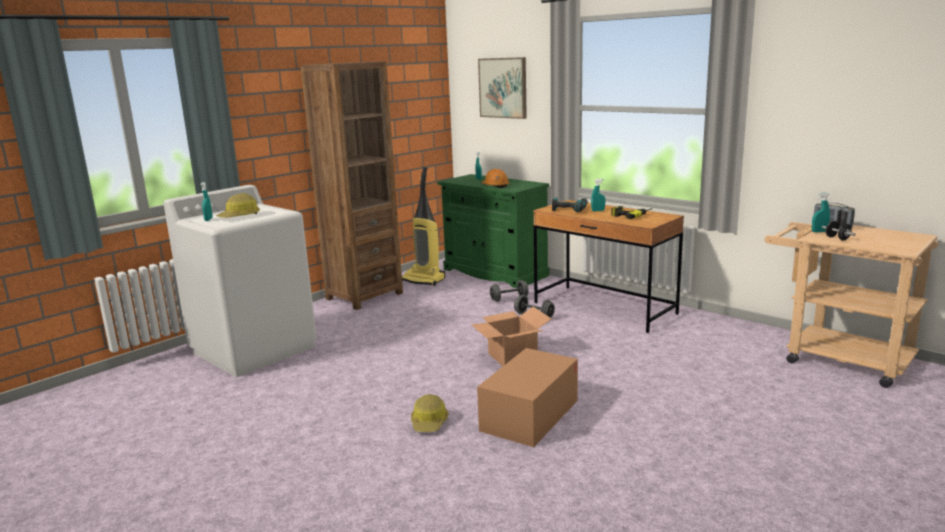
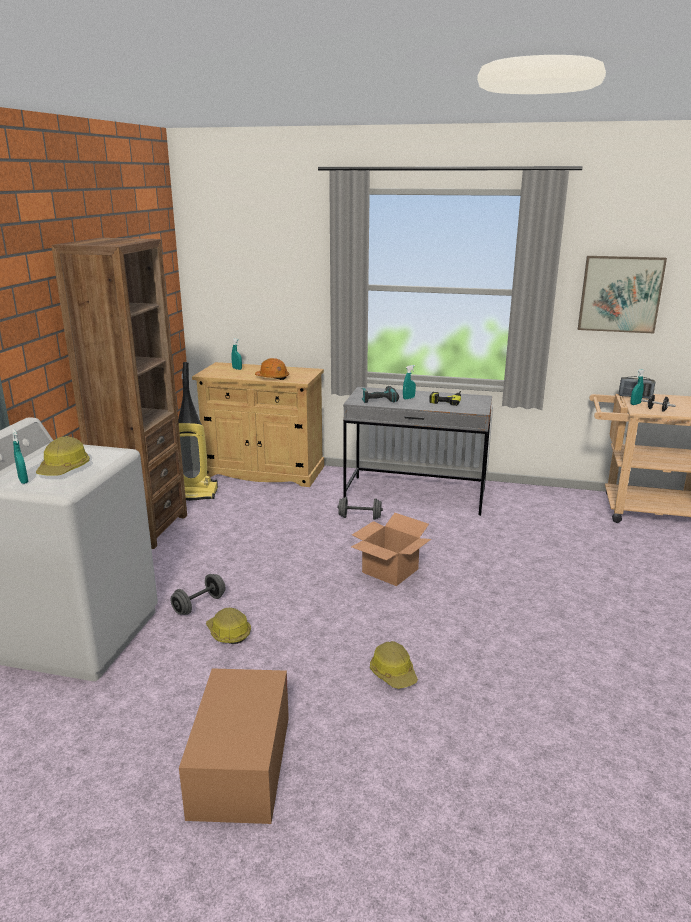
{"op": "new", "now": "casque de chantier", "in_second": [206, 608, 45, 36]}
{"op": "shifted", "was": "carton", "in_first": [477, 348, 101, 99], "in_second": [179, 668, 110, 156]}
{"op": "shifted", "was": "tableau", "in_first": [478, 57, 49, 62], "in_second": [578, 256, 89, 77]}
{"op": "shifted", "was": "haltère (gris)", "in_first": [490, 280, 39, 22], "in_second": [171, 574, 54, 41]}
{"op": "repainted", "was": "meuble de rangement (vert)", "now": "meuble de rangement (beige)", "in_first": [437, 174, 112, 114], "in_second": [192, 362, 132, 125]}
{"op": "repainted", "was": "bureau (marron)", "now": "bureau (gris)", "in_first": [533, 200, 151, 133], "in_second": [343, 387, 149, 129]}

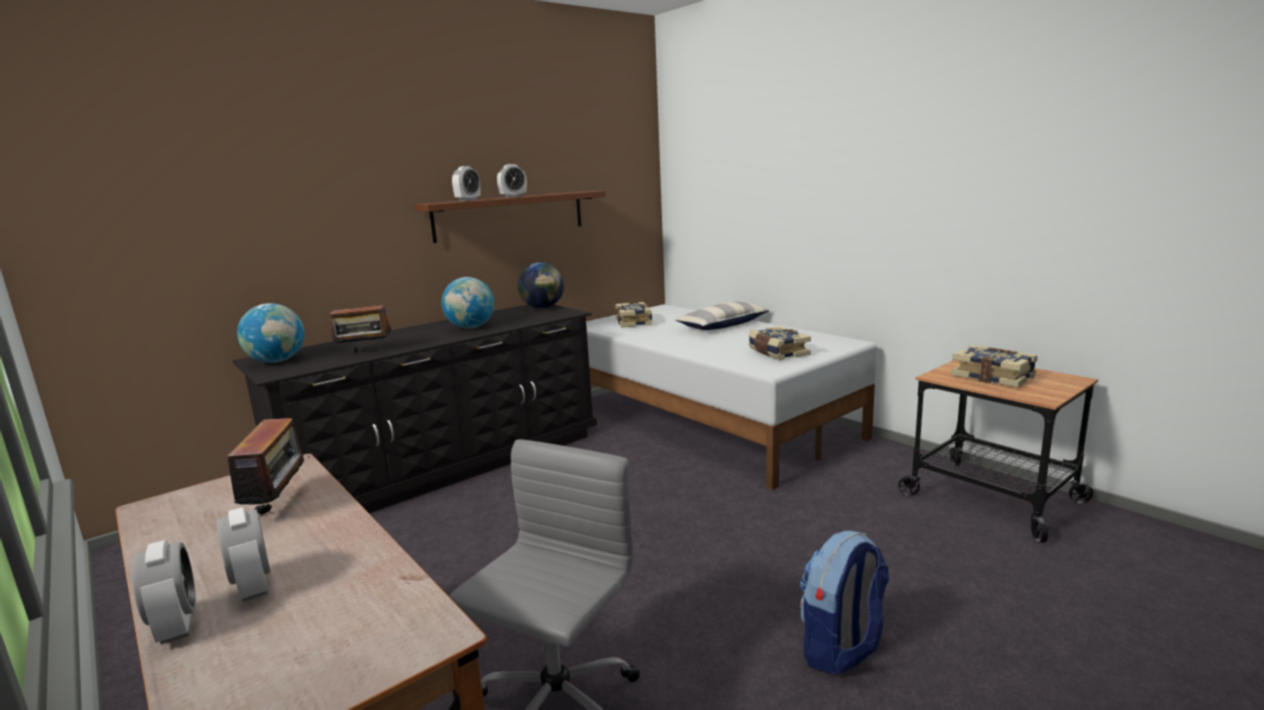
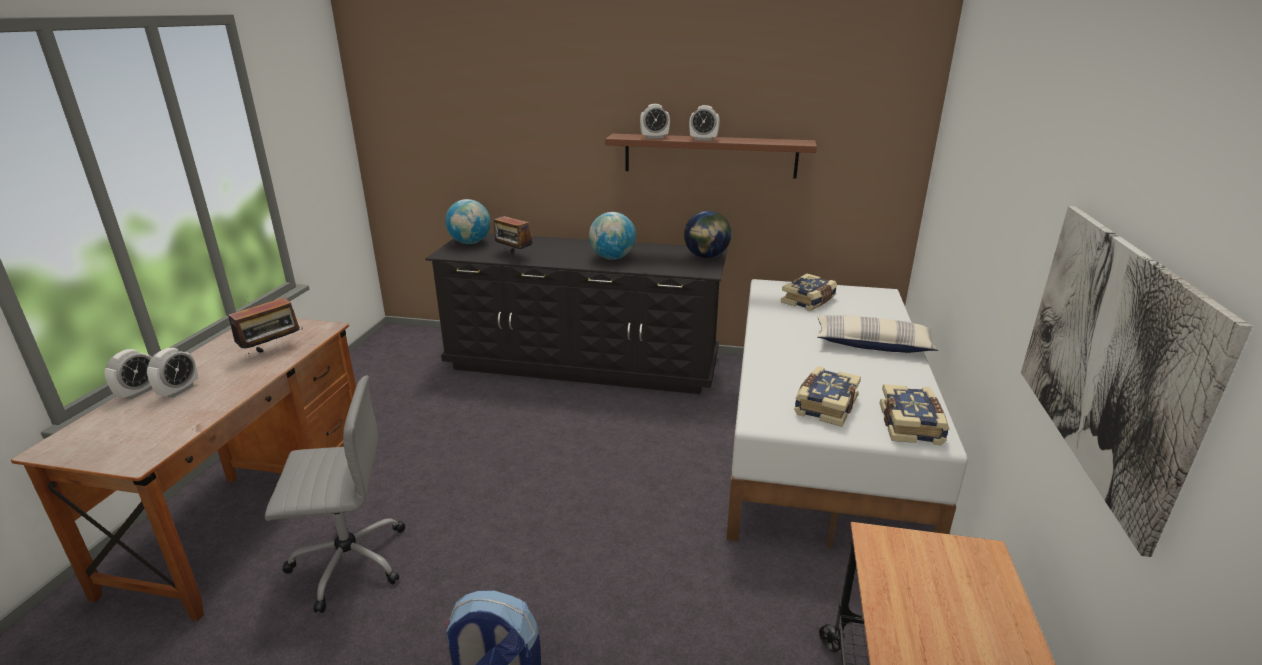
{"op": "new", "now": "tableau", "in_second": [1021, 206, 232, 351]}
{"op": "shifted", "was": "livre", "in_first": [951, 345, 87, 43], "in_second": [879, 384, 71, 61]}

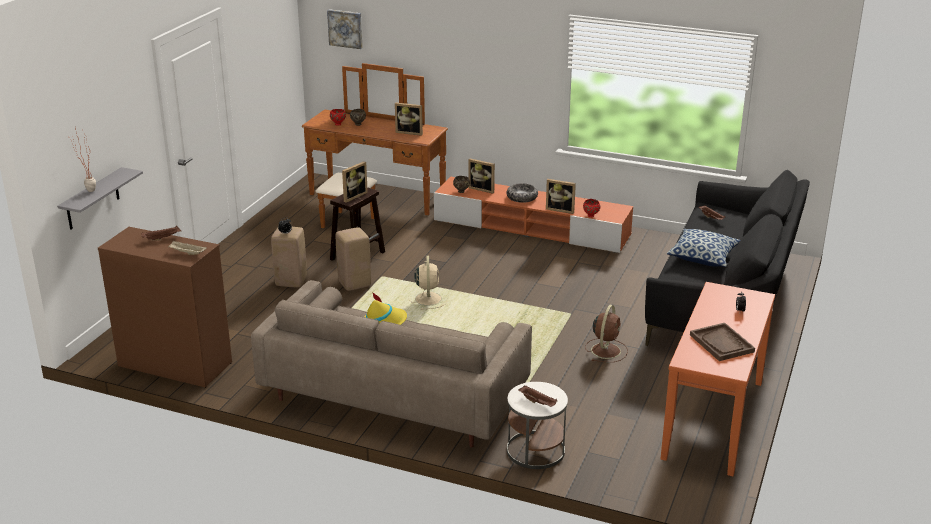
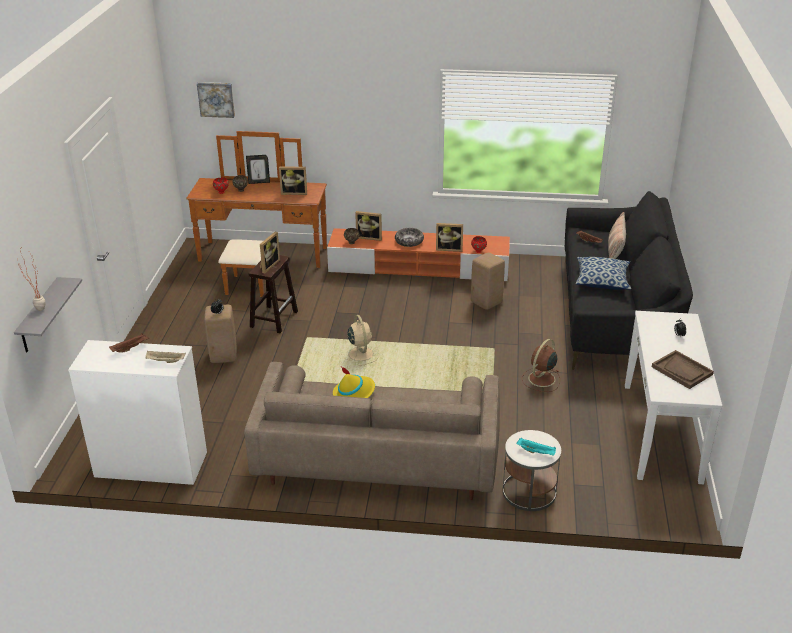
{"op": "new", "now": "cadre photo", "in_second": [246, 155, 24, 29]}
{"op": "new", "now": "coussin", "in_second": [608, 212, 18, 47]}
{"op": "shifted", "was": "tabouret (beige)", "in_first": [336, 227, 35, 64], "in_second": [471, 253, 34, 57]}
{"op": "repainted", "was": "commode (marron)", "now": "commode (blanc)", "in_first": [98, 227, 134, 161], "in_second": [68, 340, 139, 145]}
{"op": "repainted", "was": "plateau (marron)", "now": "plateau (turquoise)", "in_first": [518, 385, 39, 22], "in_second": [516, 438, 40, 18]}
{"op": "repainted", "was": "table console (orange)", "now": "table console (blanc)", "in_first": [660, 282, 115, 194], "in_second": [625, 311, 97, 173]}
{"op": "rotated", "was": "ventilateur (marron)", "in_first": [585, 305, 43, 57], "in_second": [522, 339, 38, 53], "clockwise": -150}

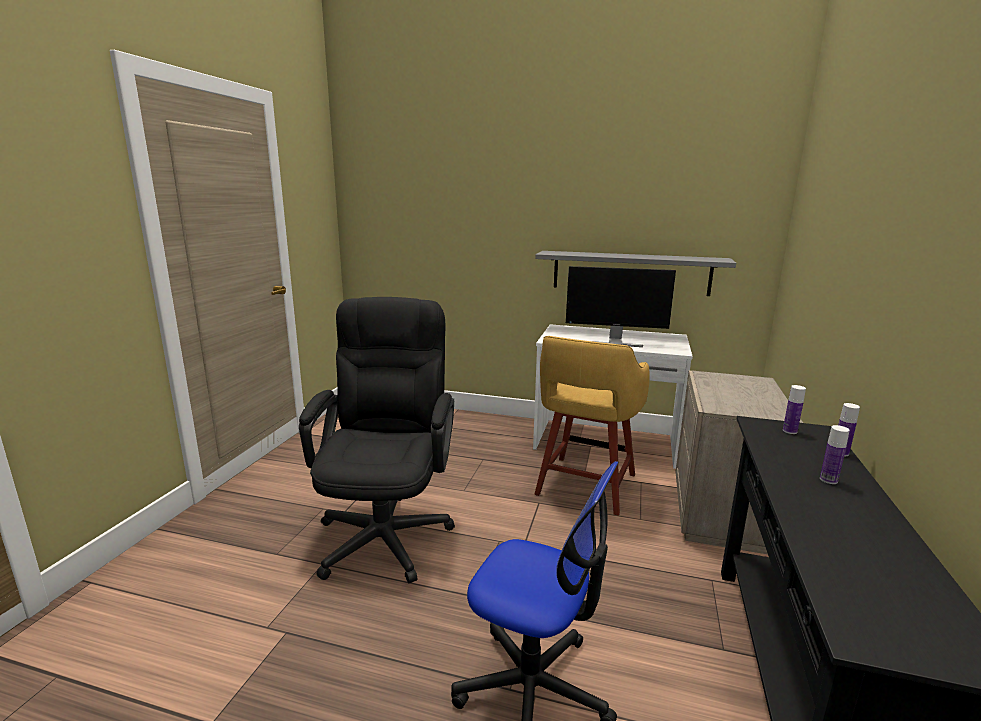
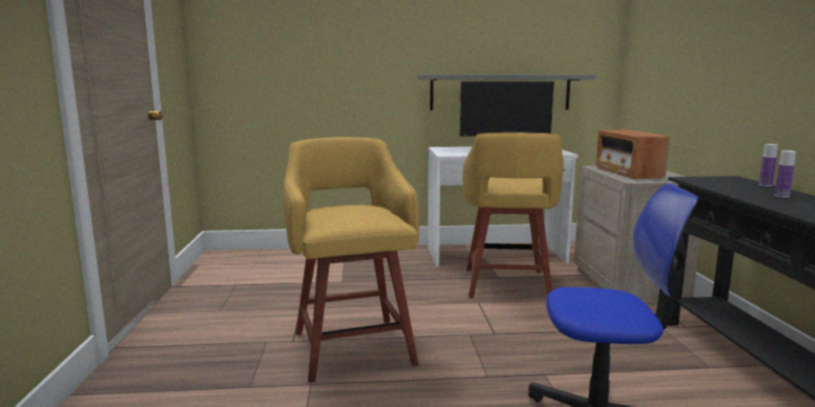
{"op": "gone", "was": "bouteille", "in_first": [783, 385, 23, 49]}
{"op": "new", "now": "radio", "in_second": [596, 130, 74, 49]}
{"op": "swapped", "was": "chaise de bureau (noir)", "now": "tabouret (jaune)", "in_first": [299, 297, 156, 286], "in_second": [283, 137, 136, 246]}

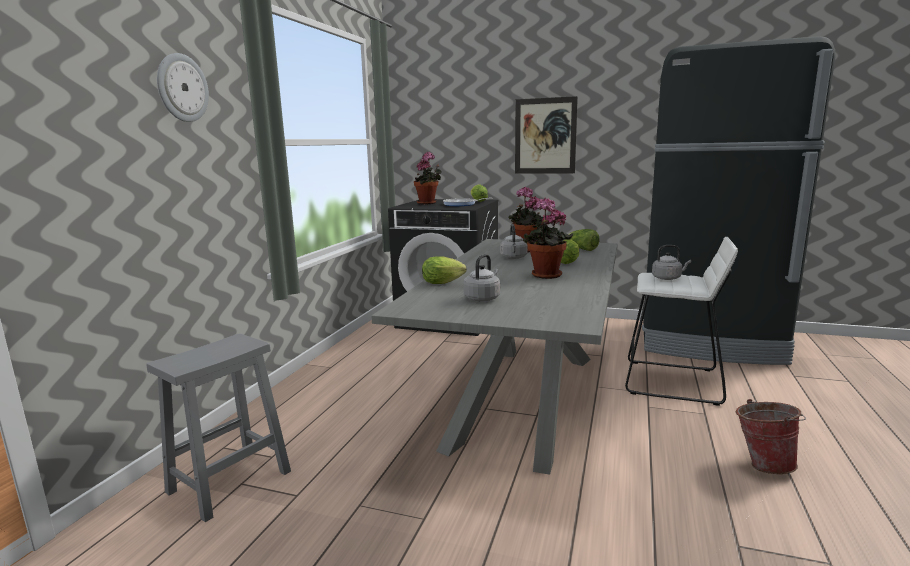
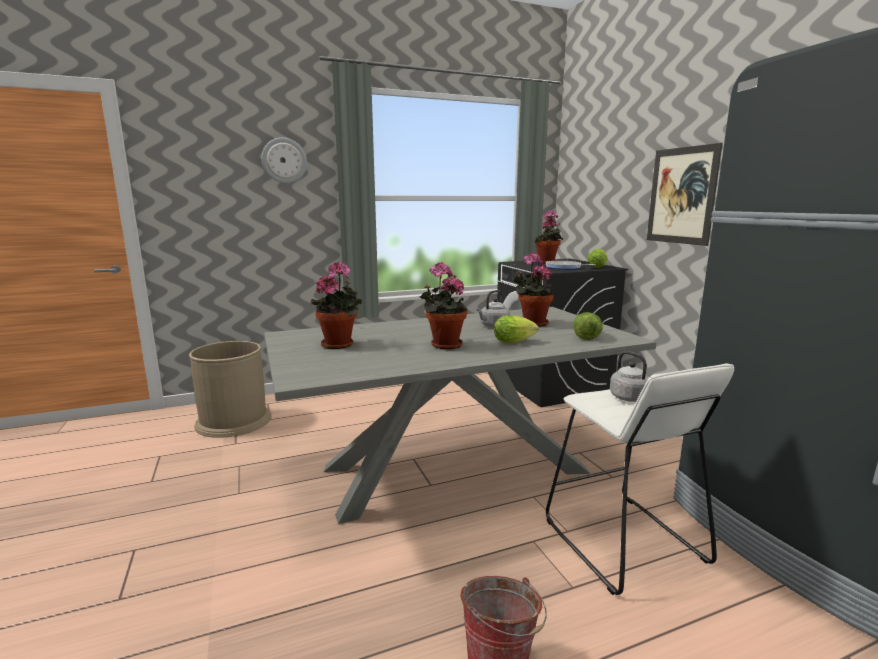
{"op": "gone", "was": "laitue", "in_first": [422, 256, 45, 28]}
{"op": "swapped", "was": "tabouret (gris)", "now": "poubelle (marron)", "in_first": [146, 333, 145, 189], "in_second": [189, 341, 83, 97]}
{"op": "swapped", "was": "bouilloire (gris)", "now": "plante en pot", "in_first": [463, 254, 37, 48], "in_second": [310, 261, 52, 88]}

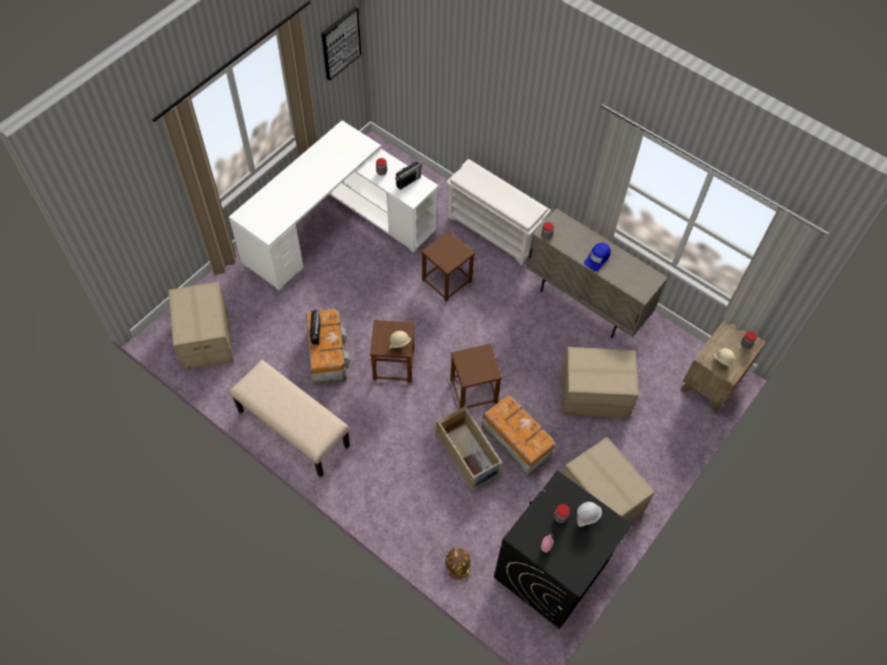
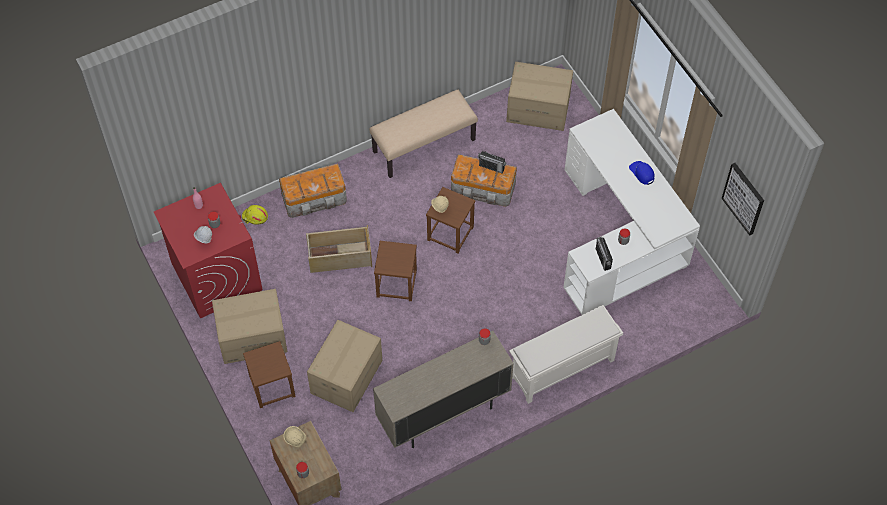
{"op": "shifted", "was": "tabouret (marron)", "in_first": [421, 231, 54, 71], "in_second": [243, 341, 53, 67]}
{"op": "shifted", "was": "boîte de rangement", "in_first": [481, 396, 74, 81], "in_second": [279, 163, 68, 55]}
{"op": "shifted", "was": "casquette (bleu)", "in_first": [584, 243, 27, 28], "in_second": [629, 161, 26, 24]}
{"op": "repainted", "was": "casque de chantier (marron)", "now": "casque de chantier (jaune)", "in_first": [446, 548, 25, 32], "in_second": [242, 205, 26, 20]}
{"op": "repainted", "was": "lave-linge (noir)", "now": "lave-linge (rouge)", "in_first": [494, 470, 139, 159], "in_second": [154, 183, 109, 135]}

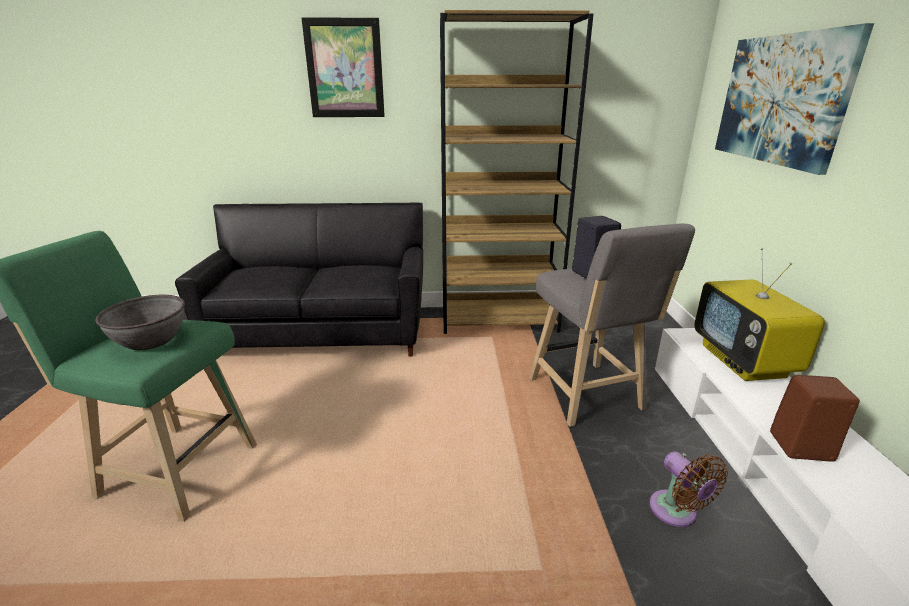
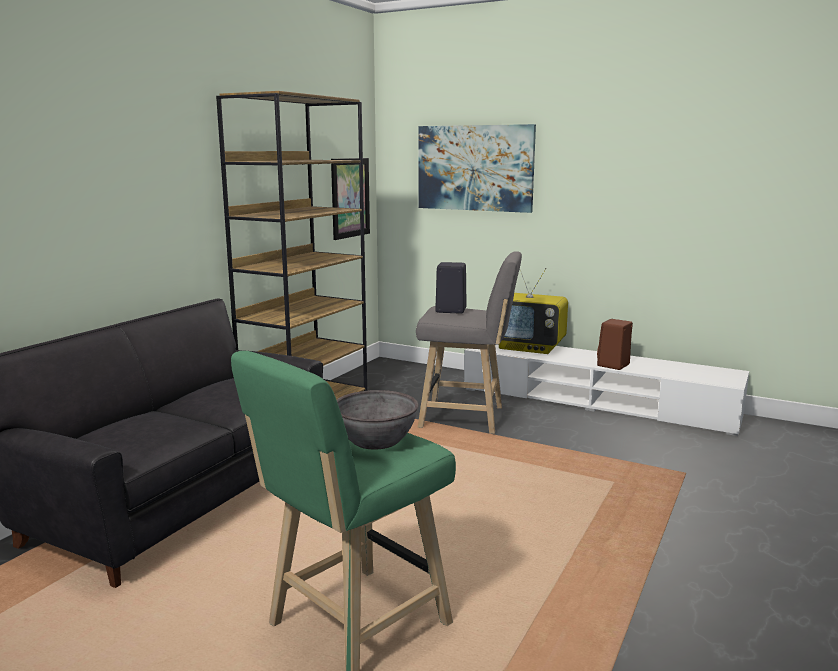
{"op": "gone", "was": "ventilateur (marron)", "in_first": [649, 451, 79, 76]}
{"op": "shifted", "was": "tableau", "in_first": [302, 17, 83, 100], "in_second": [331, 158, 39, 82]}

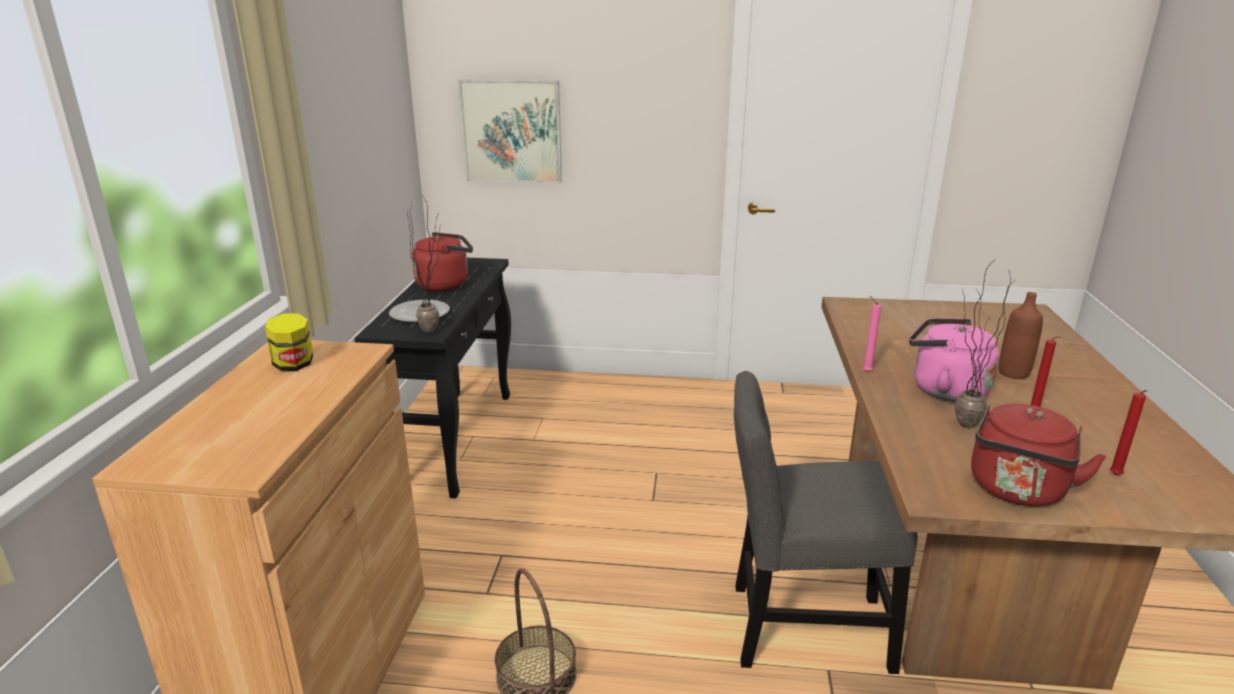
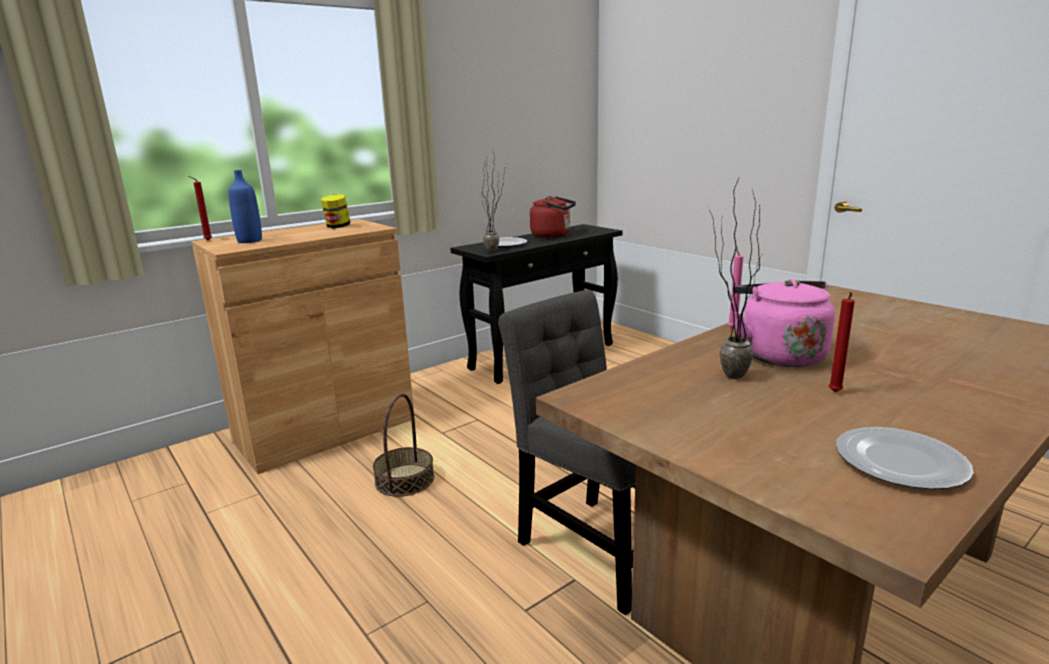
{"op": "gone", "was": "tableau", "in_first": [458, 79, 104, 104]}
{"op": "gone", "was": "bouilloire (rouge)", "in_first": [971, 403, 135, 103]}
{"op": "gone", "was": "bouteille (marron)", "in_first": [999, 292, 44, 87]}
{"op": "new", "now": "bouteille (bleu)", "in_second": [228, 170, 34, 73]}
{"op": "new", "now": "assiette", "in_second": [836, 427, 138, 62]}
{"op": "shifted", "was": "bougie (rouge)", "in_first": [1110, 390, 38, 85], "in_second": [188, 176, 24, 64]}

